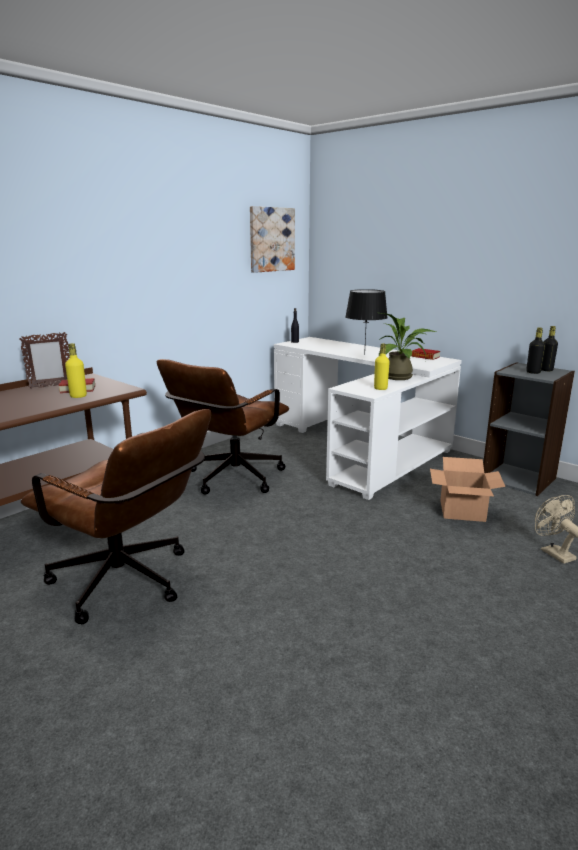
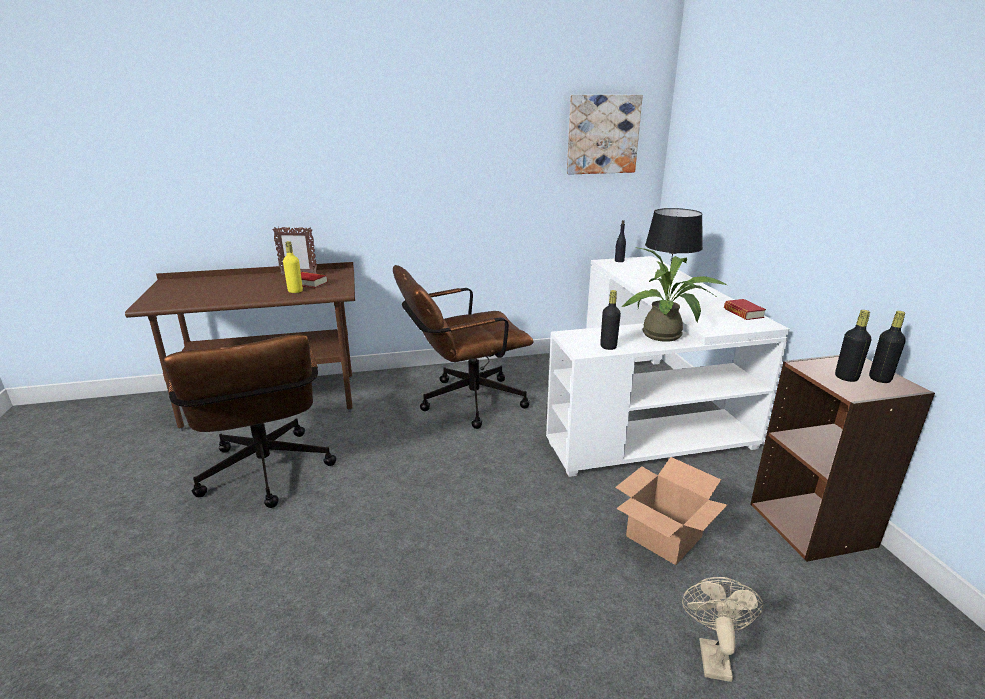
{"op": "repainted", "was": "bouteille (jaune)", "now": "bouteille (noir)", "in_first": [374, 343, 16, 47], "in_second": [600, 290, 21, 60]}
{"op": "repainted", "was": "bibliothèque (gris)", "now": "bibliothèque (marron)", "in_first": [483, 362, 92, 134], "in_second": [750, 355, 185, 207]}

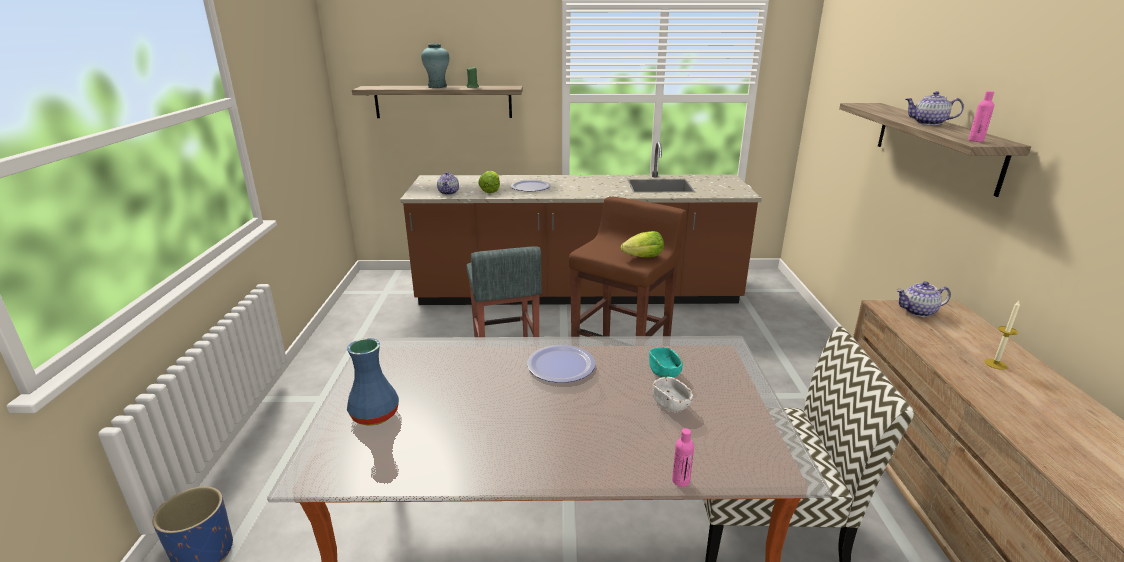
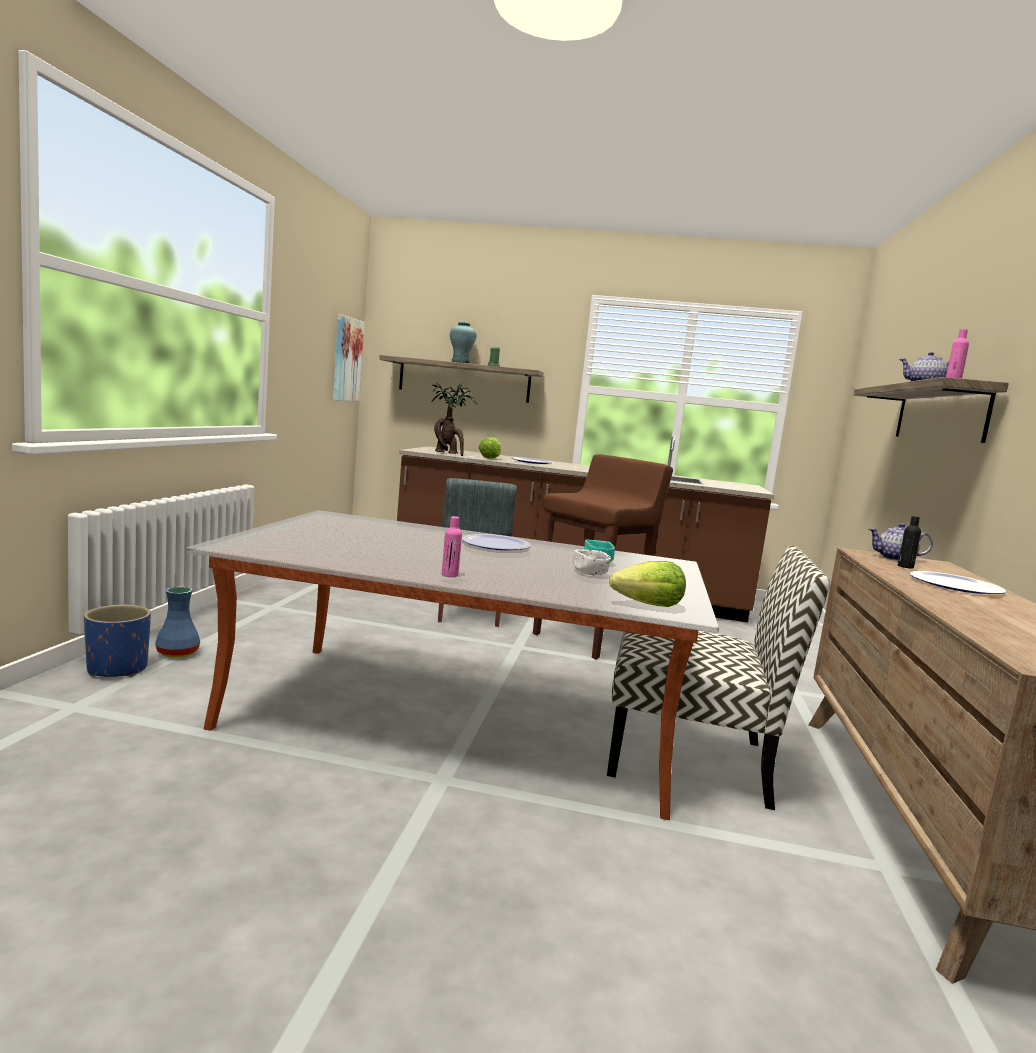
{"op": "new", "now": "tableau", "in_second": [333, 314, 32, 87]}
{"op": "new", "now": "bouteille (noir)", "in_second": [898, 516, 23, 53]}
{"op": "shifted", "was": "vase (bleu)", "in_first": [347, 338, 52, 88], "in_second": [155, 587, 45, 71]}
{"op": "shifted", "was": "laitue", "in_first": [620, 231, 44, 26], "in_second": [610, 561, 76, 46]}
{"op": "shifted", "was": "bouteille (rose)", "in_first": [672, 428, 22, 59], "in_second": [442, 516, 20, 61]}
{"op": "swapped", "was": "théière", "now": "plante en pot", "in_first": [437, 172, 22, 23], "in_second": [432, 382, 45, 74]}
{"op": "swapped", "was": "bougie", "now": "assiette", "in_first": [984, 301, 36, 69], "in_second": [910, 571, 96, 23]}

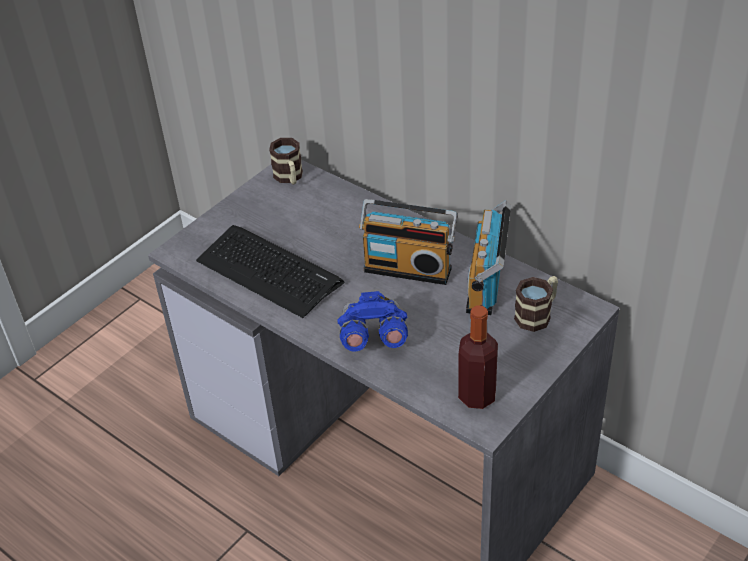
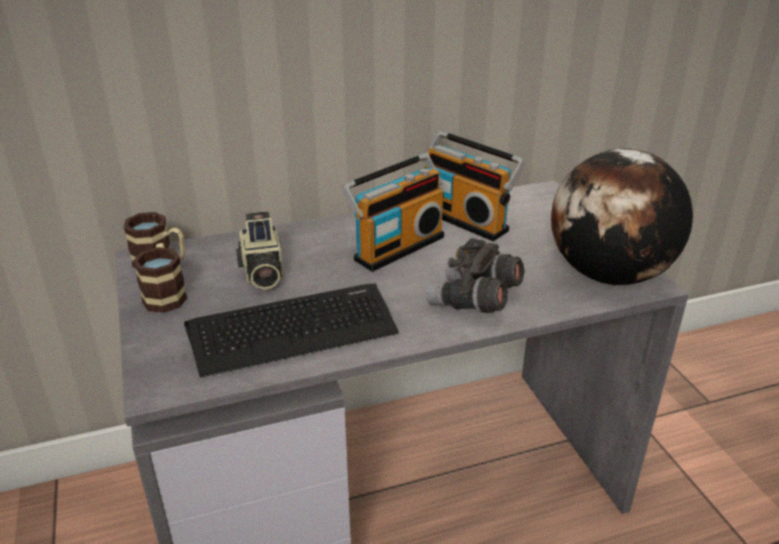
{"op": "new", "now": "appareil photo", "in_second": [236, 211, 47, 79]}
{"op": "shifted", "was": "mug", "in_first": [514, 276, 44, 56], "in_second": [133, 243, 54, 70]}
{"op": "swapped", "was": "bouteille", "now": "globe", "in_first": [458, 305, 40, 104], "in_second": [551, 148, 142, 137]}
{"op": "repainted", "was": "jumelles (bleu)", "now": "jumelles (gris)", "in_first": [338, 291, 70, 61], "in_second": [425, 238, 100, 75]}

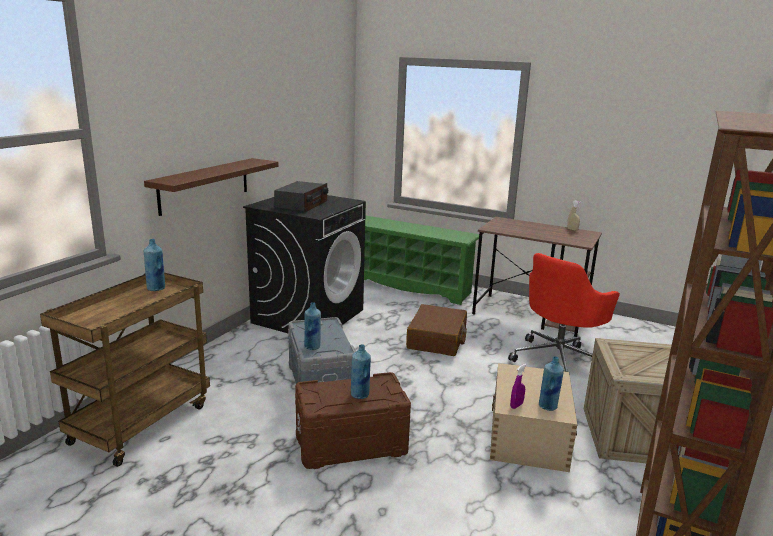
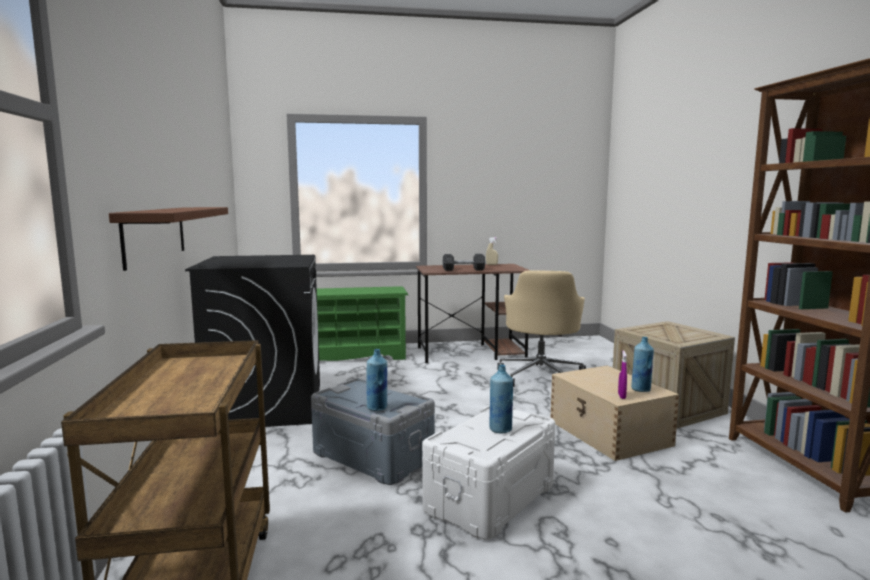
{"op": "gone", "was": "bouteille (bleu)", "in_first": [144, 239, 21, 52]}
{"op": "gone", "was": "radio", "in_first": [274, 181, 54, 31]}
{"op": "gone", "was": "valise (marron)", "in_first": [406, 304, 61, 52]}
{"op": "new", "now": "haltère (gris)", "in_second": [443, 254, 42, 17]}
{"op": "repainted", "was": "boîte de rangement (marron)", "now": "boîte de rangement (blanc)", "in_first": [295, 372, 116, 97], "in_second": [422, 405, 133, 135]}
{"op": "repainted", "was": "chaise de bureau (rouge)", "now": "chaise de bureau (beige)", "in_first": [508, 253, 112, 119], "in_second": [497, 271, 89, 116]}

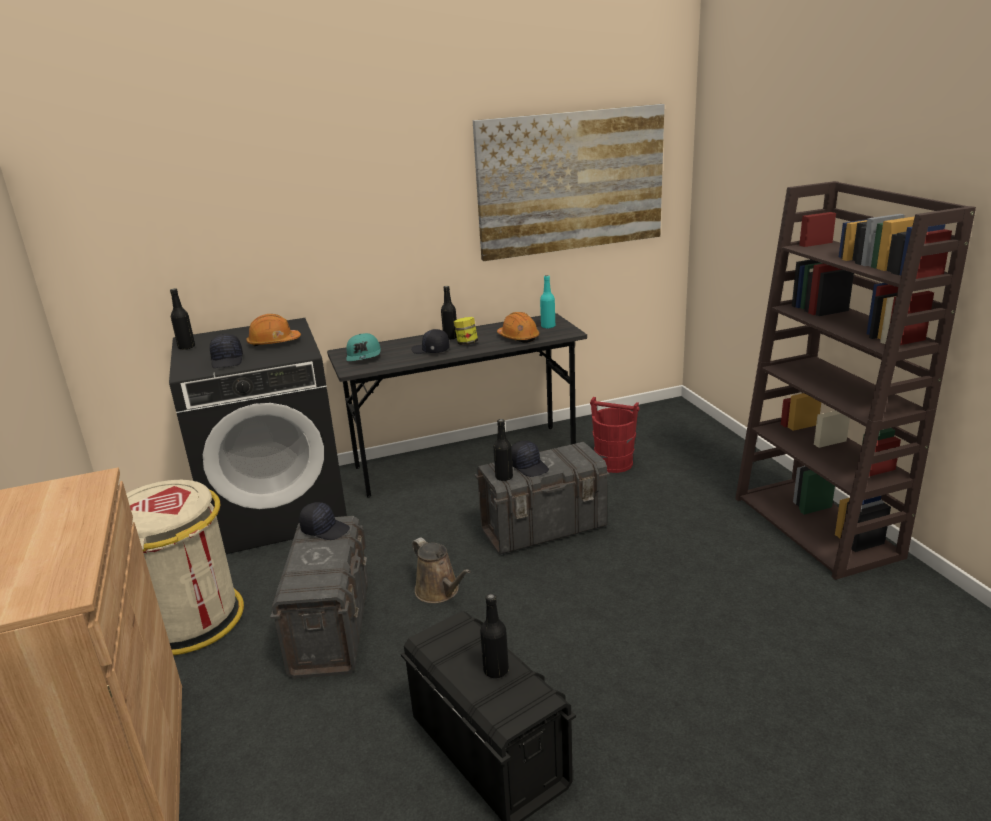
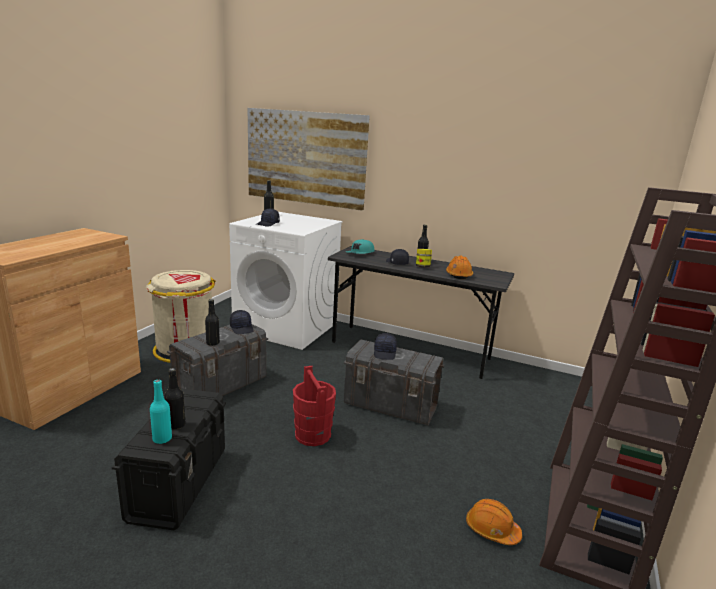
{"op": "gone", "was": "arrosoir (marron)", "in_first": [412, 537, 59, 66]}
{"op": "shifted", "was": "casque de chantier (orange)", "in_first": [246, 314, 55, 32], "in_second": [466, 499, 56, 46]}
{"op": "shifted", "was": "tableau", "in_first": [473, 104, 192, 157], "in_second": [248, 108, 122, 103]}
{"op": "shifted", "was": "bouteille (noir)", "in_first": [494, 419, 19, 62], "in_second": [205, 299, 15, 46]}
{"op": "shifted", "was": "bouteille (turquoise)", "in_first": [540, 275, 15, 53], "in_second": [150, 379, 22, 65]}
{"op": "shifted", "was": "seau (rouge)", "in_first": [590, 397, 50, 76], "in_second": [293, 366, 43, 80]}
{"op": "repainted", "was": "lave-linge (noir)", "now": "lave-linge (blanc)", "in_first": [169, 318, 178, 236], "in_second": [229, 212, 114, 138]}

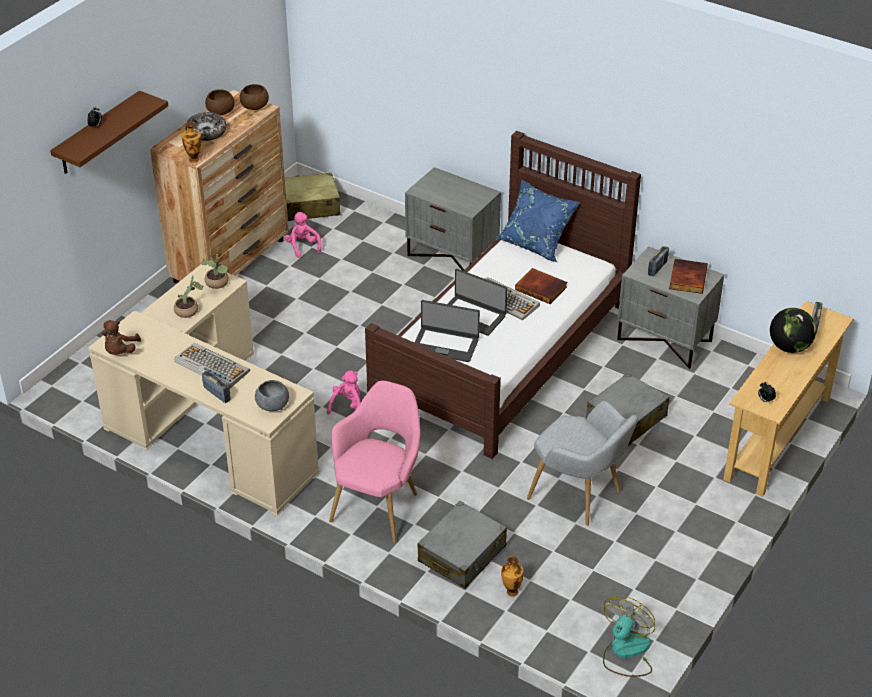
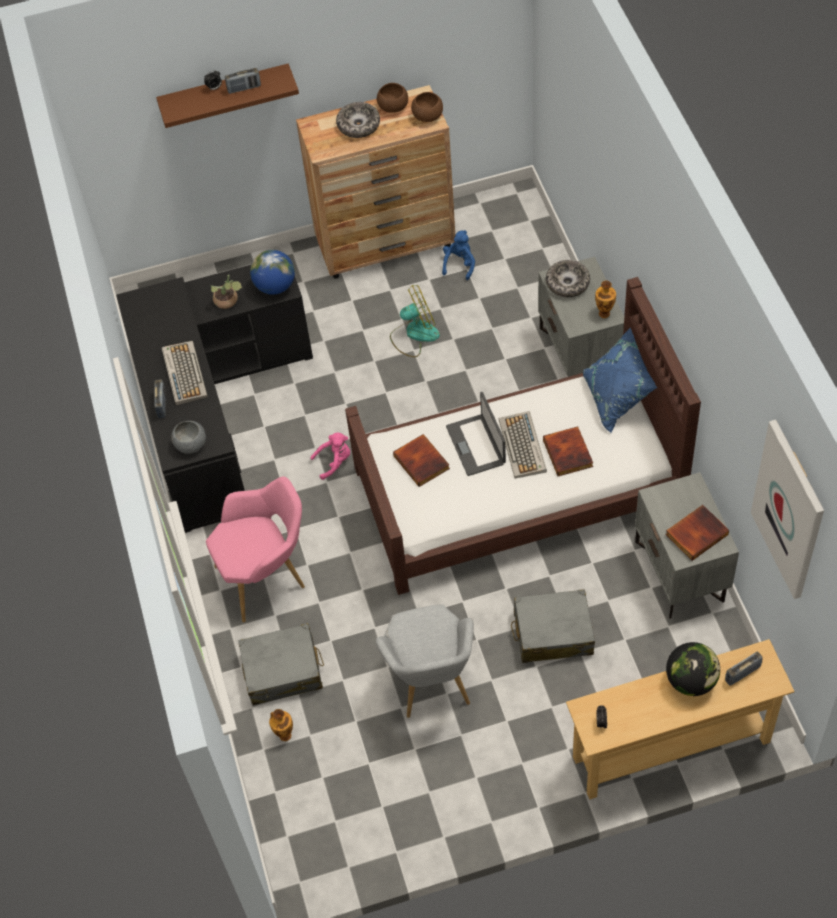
{"op": "gone", "was": "peluche (marron)", "in_first": [102, 320, 39, 35]}
{"op": "gone", "was": "valise (beige)", "in_first": [285, 173, 56, 48]}
{"op": "new", "now": "bol", "in_second": [546, 260, 44, 37]}
{"op": "new", "now": "tableau", "in_second": [751, 420, 73, 179]}
{"op": "shifted", "was": "vase", "in_first": [182, 121, 19, 42], "in_second": [595, 281, 21, 37]}
{"op": "shifted", "was": "ventilateur", "in_first": [603, 595, 52, 82], "in_second": [390, 285, 50, 72]}
{"op": "shifted", "was": "radio", "in_first": [648, 246, 21, 31], "in_second": [225, 68, 36, 26]}
{"op": "swapped", "was": "plante en pot", "now": "globe", "in_first": [201, 254, 28, 35], "in_second": [250, 250, 45, 45]}
{"op": "swapped", "was": "ordinateur portable", "now": "livre", "in_first": [414, 300, 66, 62], "in_second": [393, 434, 57, 53]}
{"op": "repainted", "was": "bureau (beige)", "now": "bureau (noir)", "in_first": [88, 264, 231, 252], "in_second": [116, 255, 197, 278]}
{"op": "repainted", "was": "peluche (rose)", "now": "peluche (bleu)", "in_first": [285, 212, 37, 46], "in_second": [442, 230, 33, 50]}

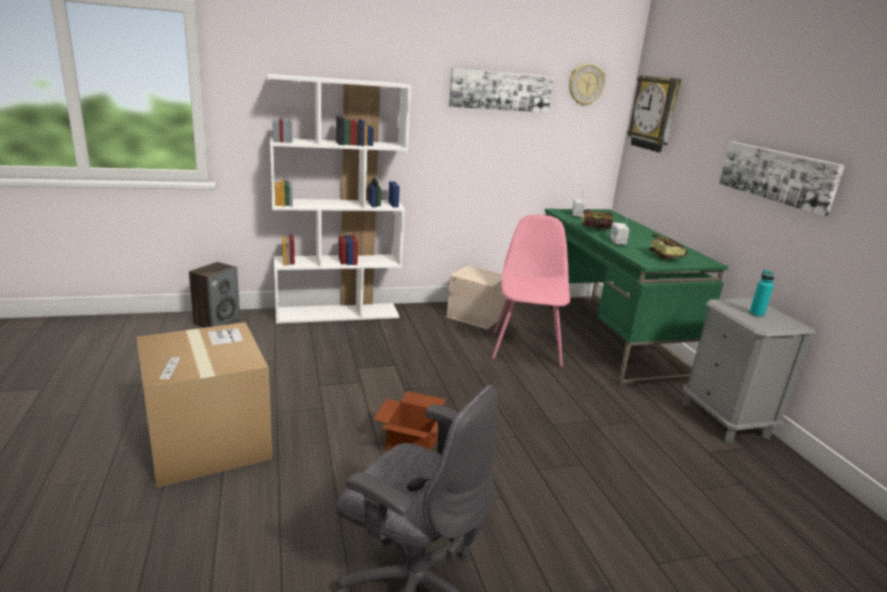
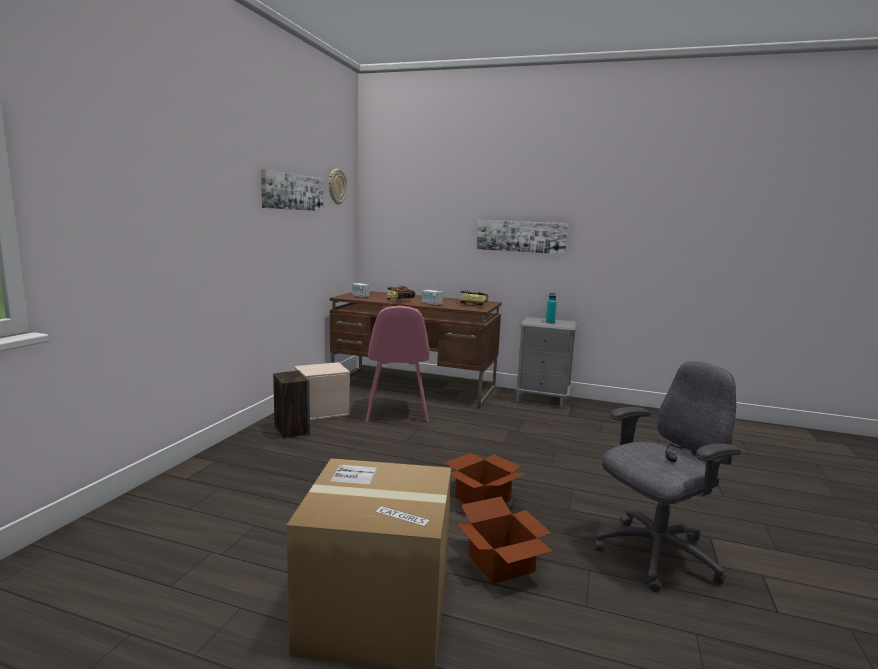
{"op": "gone", "was": "bibliothèque (blanc)", "in_first": [268, 74, 143, 249]}
{"op": "gone", "was": "horloge murale", "in_first": [627, 75, 54, 77]}
{"op": "new", "now": "carton", "in_second": [457, 497, 96, 87]}
{"op": "shifted", "was": "enceinte", "in_first": [189, 262, 51, 66], "in_second": [273, 370, 37, 69]}
{"op": "repainted", "was": "bureau (vert)", "now": "bureau (marron)", "in_first": [545, 209, 183, 176], "in_second": [330, 291, 172, 117]}
{"op": "rotated", "was": "chaise (rose)", "in_first": [492, 214, 78, 153], "in_second": [366, 306, 64, 116], "clockwise": -135}

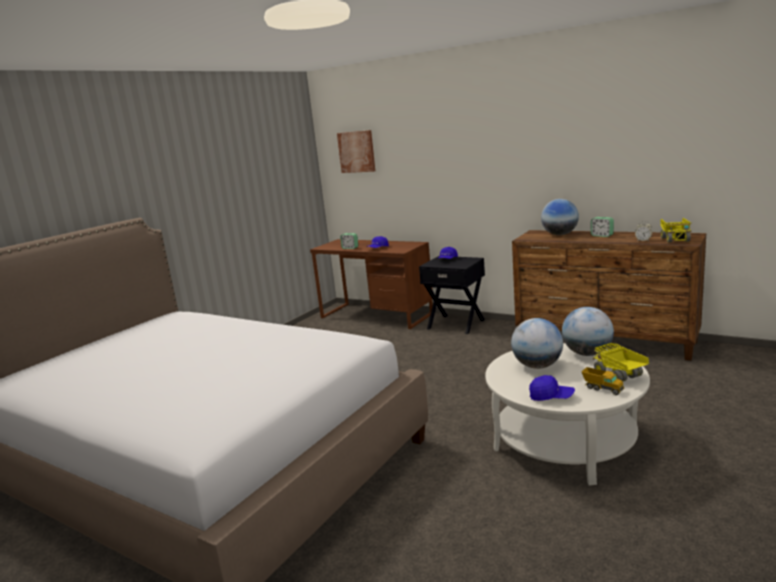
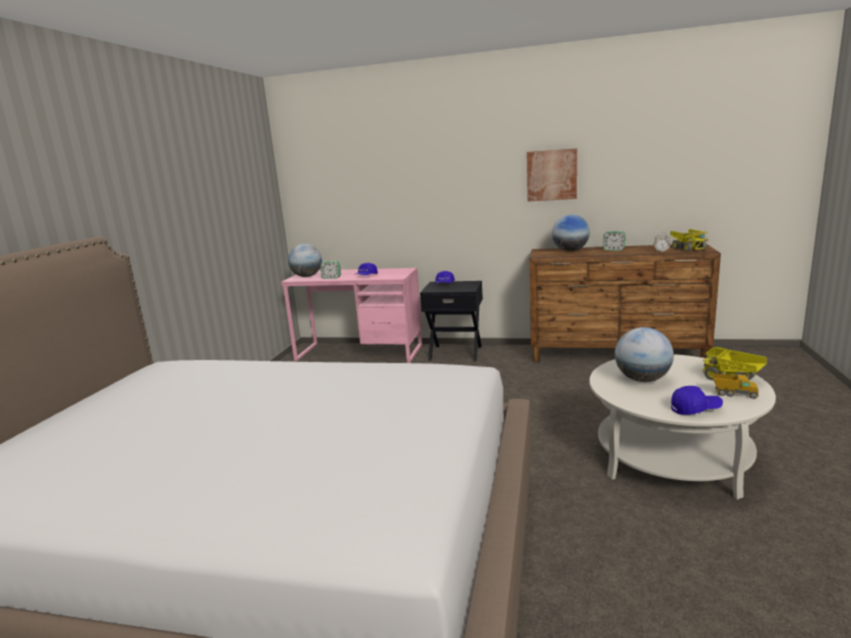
{"op": "shifted", "was": "tableau", "in_first": [337, 130, 38, 43], "in_second": [527, 148, 50, 53]}
{"op": "shifted", "was": "globe", "in_first": [562, 307, 52, 49], "in_second": [288, 244, 34, 33]}
{"op": "repainted", "was": "bureau (marron)", "now": "bureau (rose)", "in_first": [310, 239, 123, 90], "in_second": [281, 268, 141, 95]}

